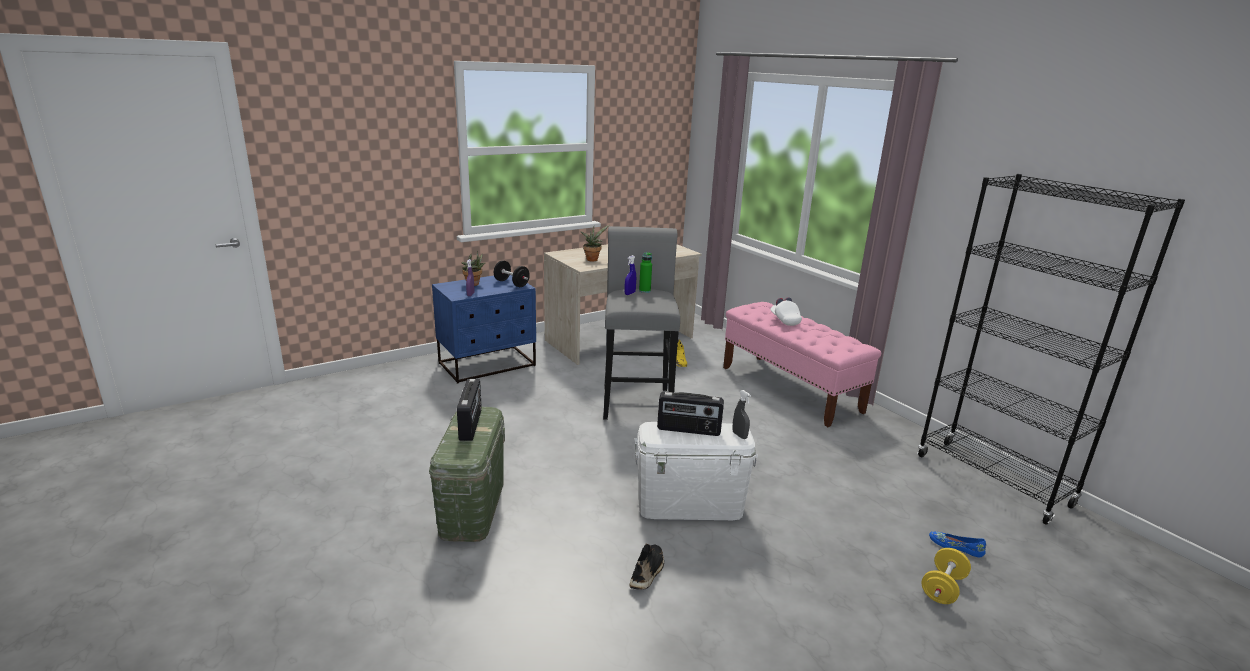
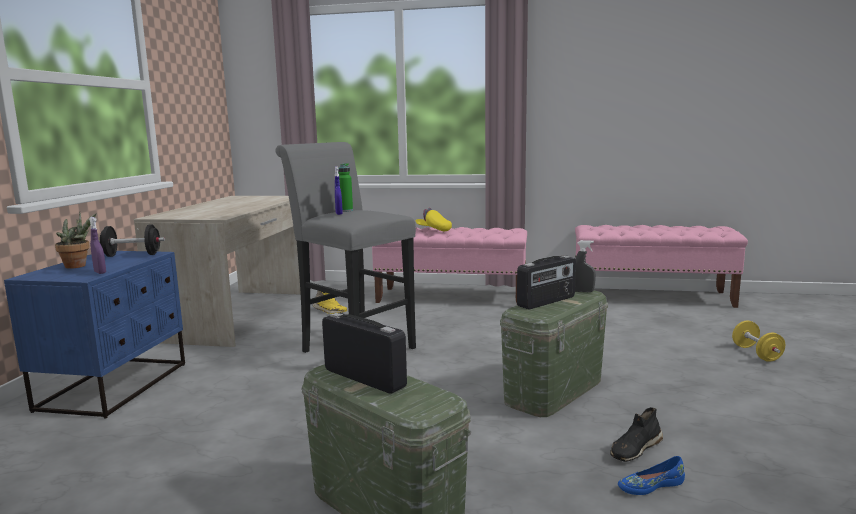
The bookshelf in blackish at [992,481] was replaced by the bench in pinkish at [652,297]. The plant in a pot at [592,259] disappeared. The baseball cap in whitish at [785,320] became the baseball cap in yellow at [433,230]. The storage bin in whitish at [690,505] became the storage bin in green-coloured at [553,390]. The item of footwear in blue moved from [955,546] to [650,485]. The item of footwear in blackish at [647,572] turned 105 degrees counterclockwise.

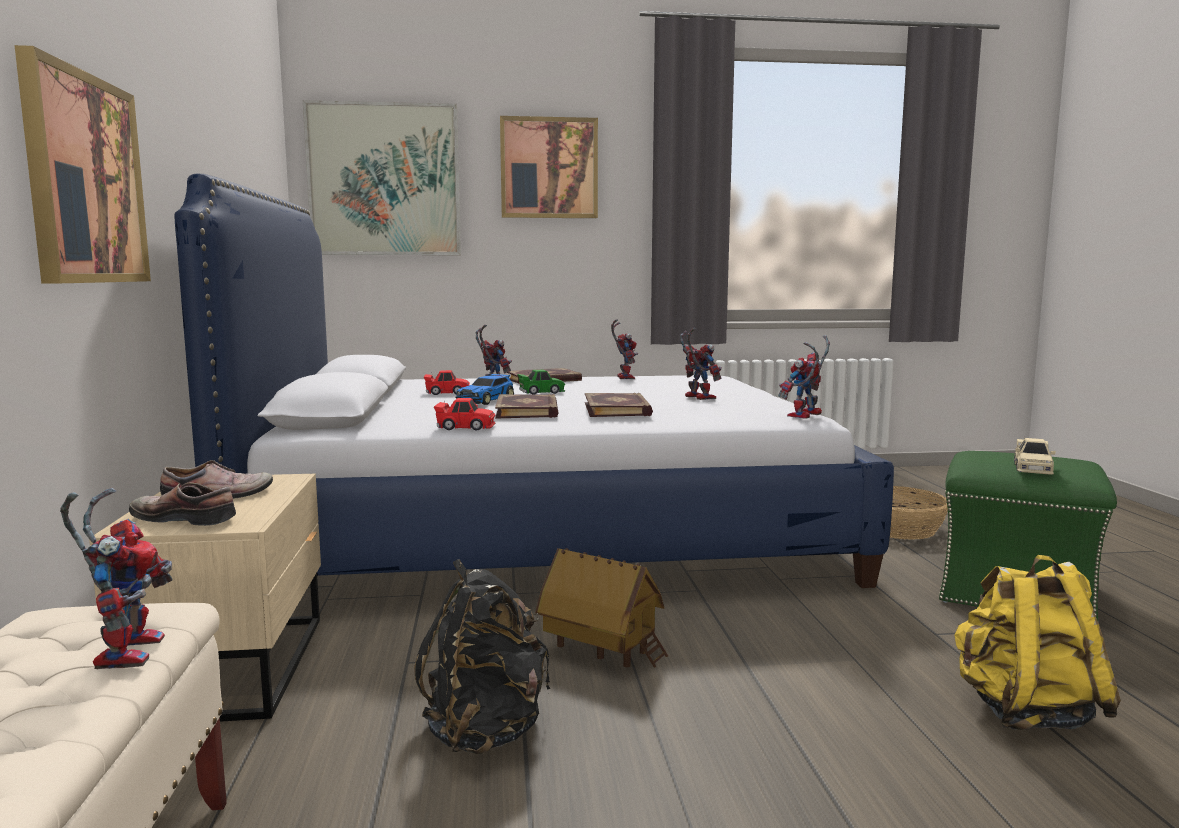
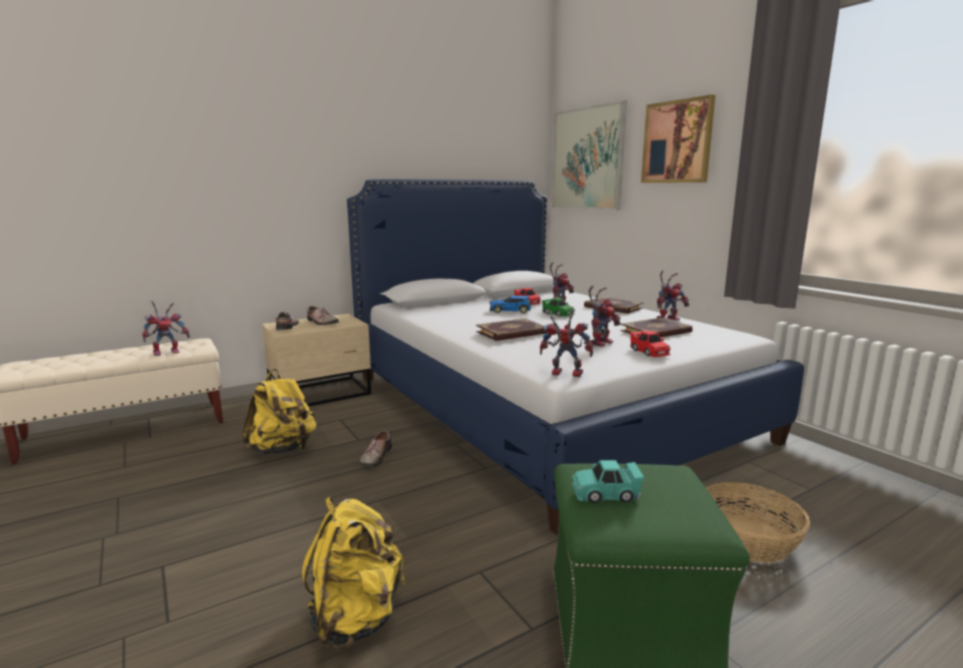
The picture at [84,180] disappeared. The book moved from [528,410] to [656,332]. The model car in red moved from [465,427] to [649,352]. The model car in sand-coloured at [1032,469] became the model car in turquoise at [605,493]. The model house at [601,651] was replaced by the item of footwear at [375,457]. The knapsack in blackish at [487,730] became the knapsack in yellow at [283,450].

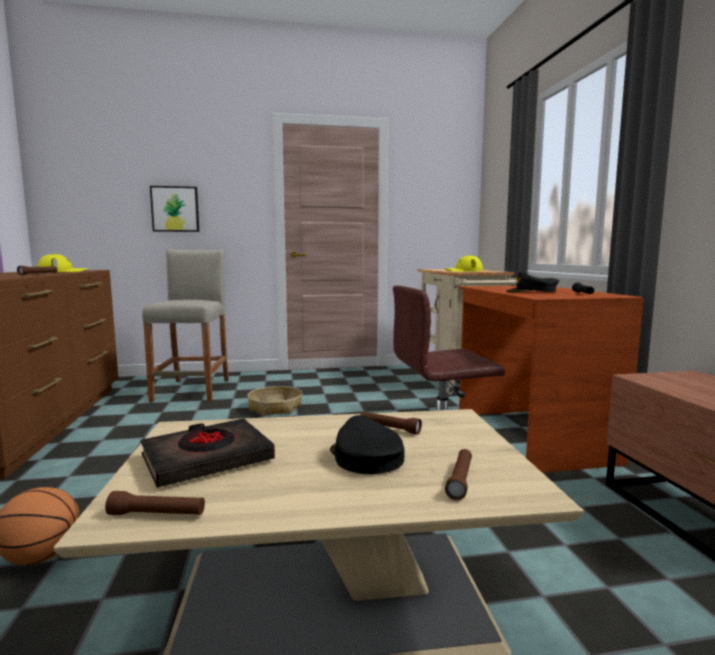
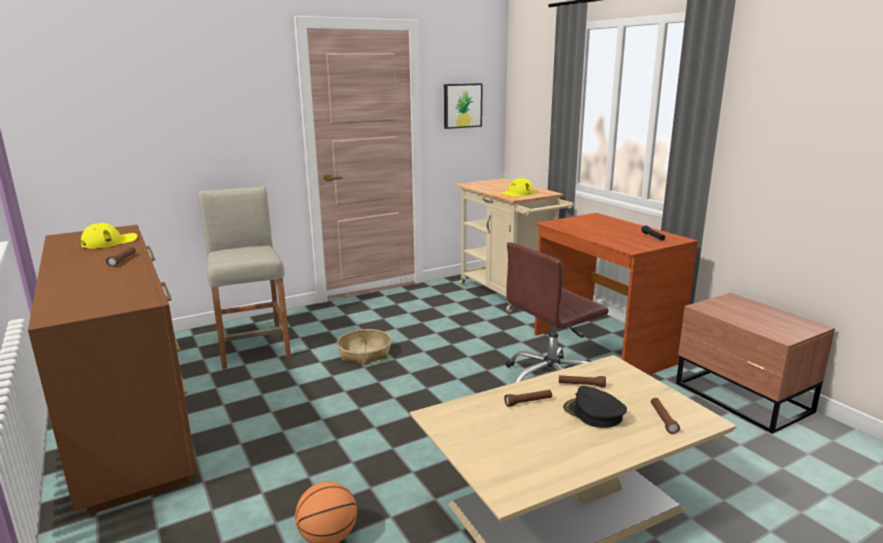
The picture moved from [175,209] to [462,105]. The baseball cap in blackish at [532,291] disappeared. The book in blackish at [207,459] disappeared. The torch in brownish moved from [157,515] to [528,402].

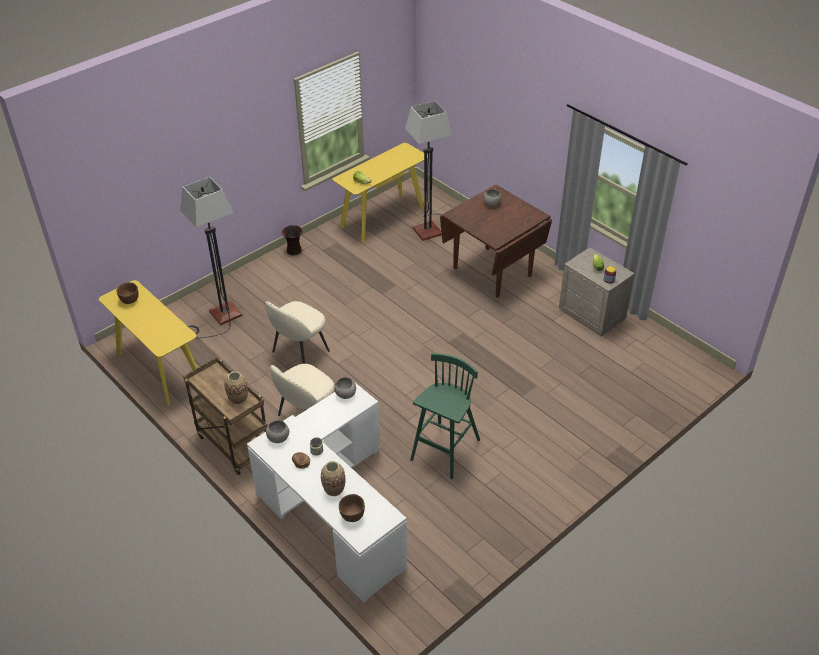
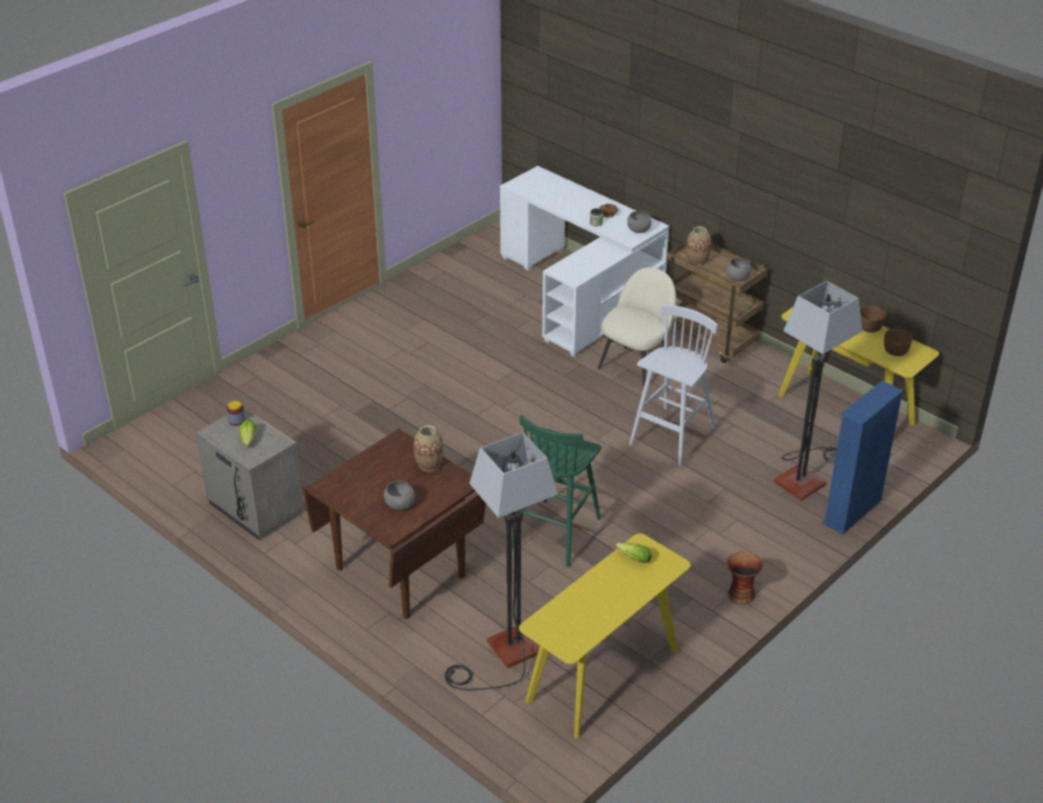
The upright chair in sand-coloured at [299,352] was replaced by the stool in whitish at [671,437]. The stool in green-coloured moved from [444,451] to [557,531]. The deep dish in grey moved from [345,394] to [737,278]. The vase moved from [334,489] to [429,464]. The deep dish in brownish moved from [352,515] to [870,328]. The bookshelf in blue at [852,511] appeared.

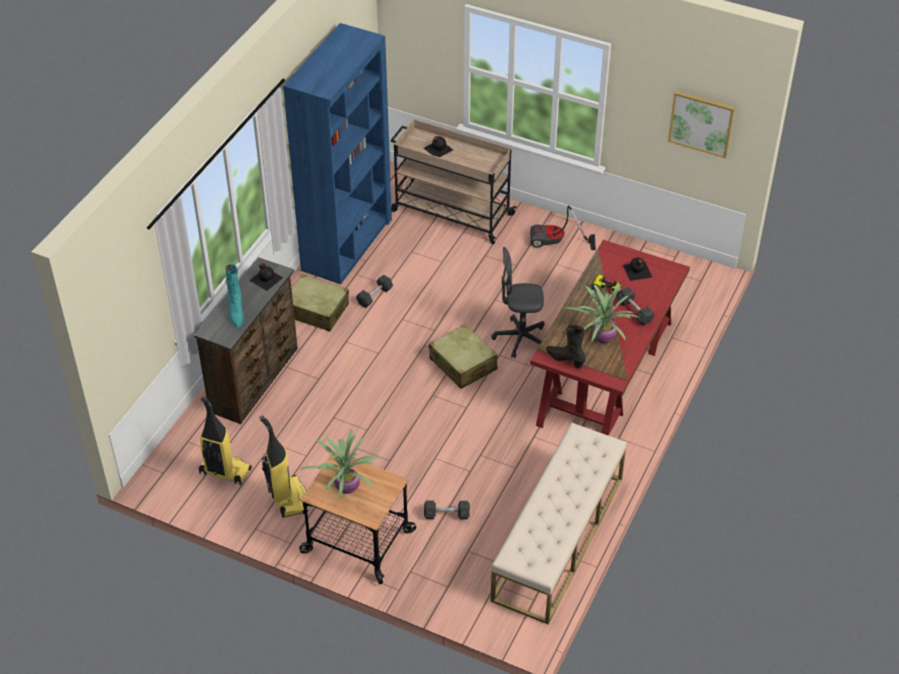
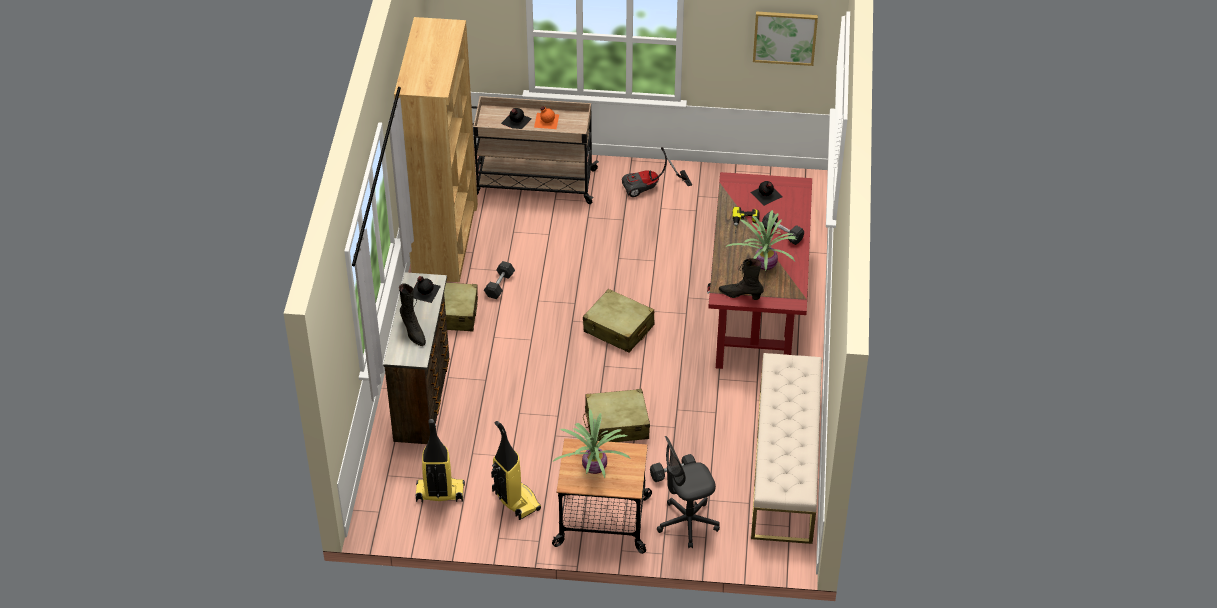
The bookshelf in blue at [347,244] became the bookshelf in brownish at [445,240]. The computer chair in grey moved from [520,339] to [687,523]. The tall boot in turquoise at [236,312] became the tall boot in blackish at [413,332]. The bottle in orange-coloured at [546,120] appeared. The travel case in sand-coloured at [616,424] appeared.

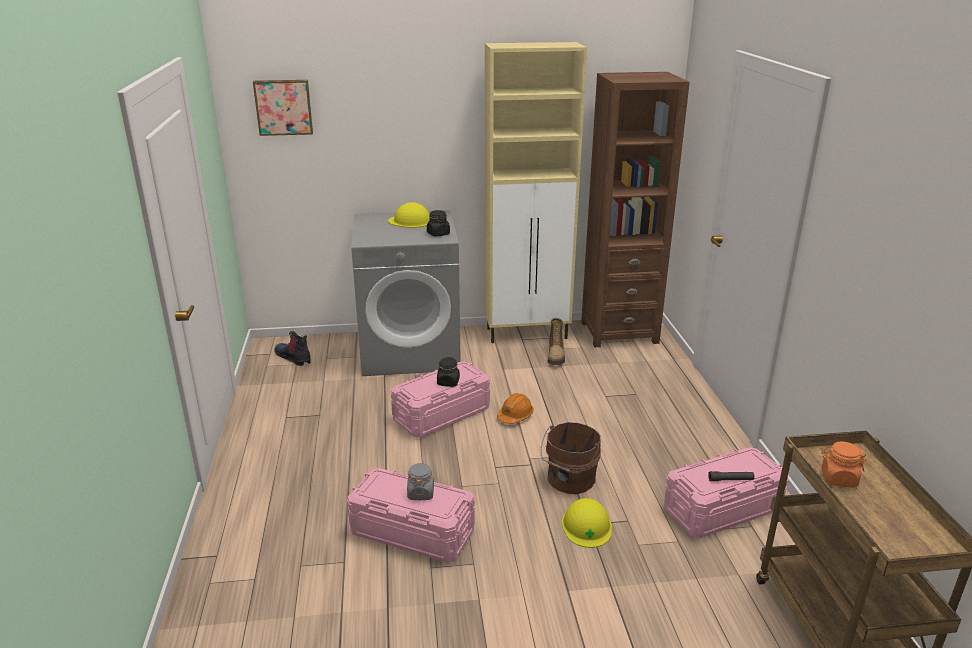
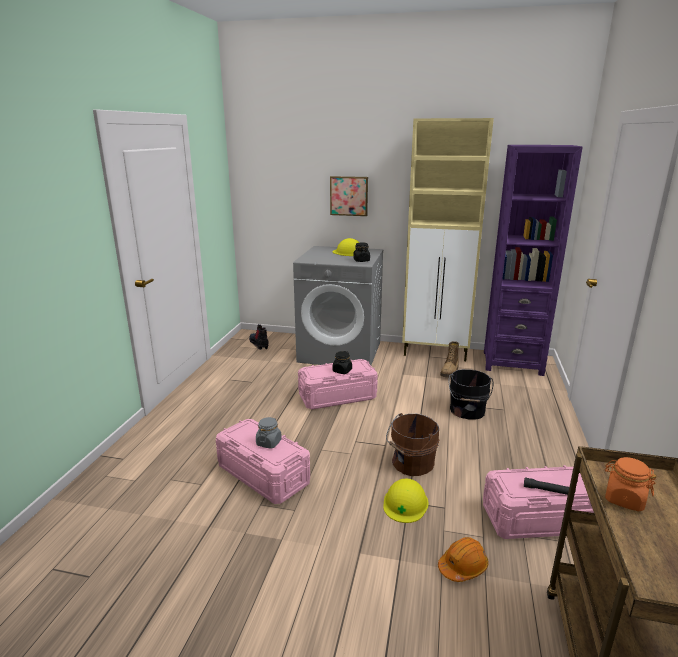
The bookshelf in brownish at [619,332] became the bookshelf in purplish at [512,363]. The picture moved from [283,107] to [349,196]. The work helmet in orange-coloured moved from [515,416] to [463,567]. The pail in blackish at [467,411] appeared.

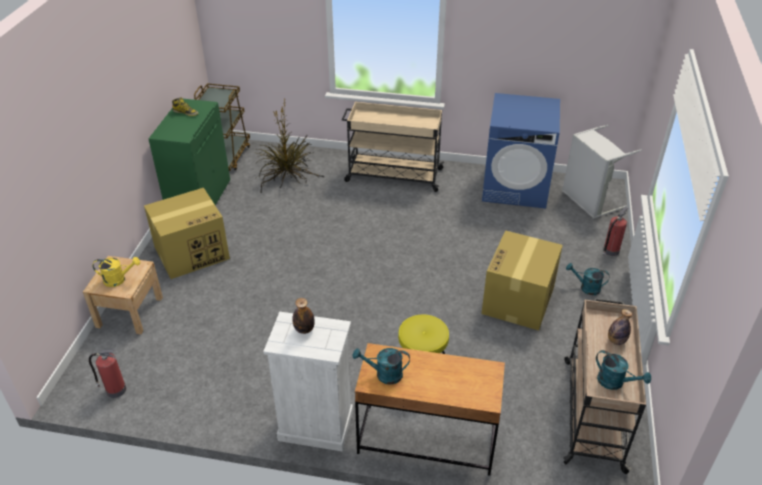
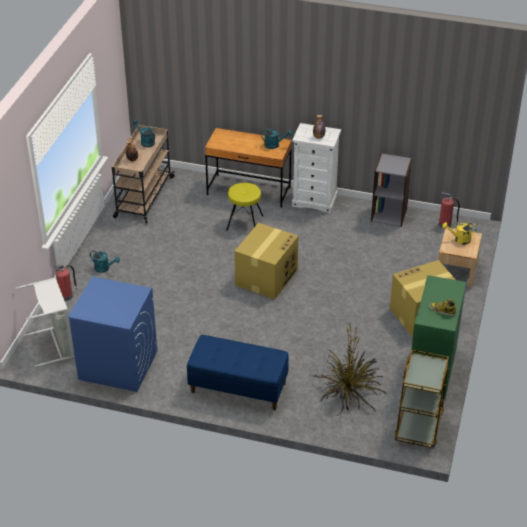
The wheeled cart in sand-coloured at [392,175] was replaced by the bench in blue at [237,388]. The packing box moved from [518,301] to [266,277]. The bookshelf in grey at [389,215] appeared.

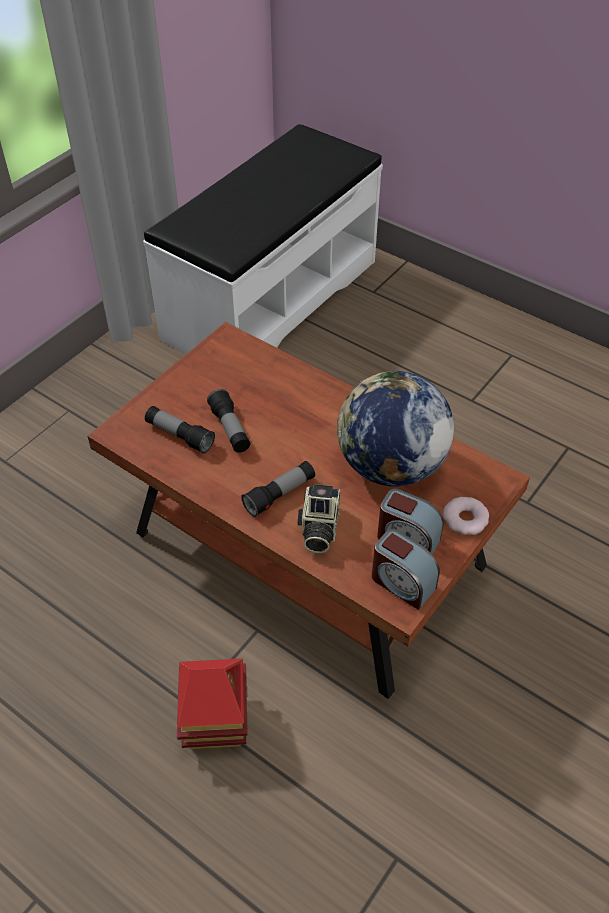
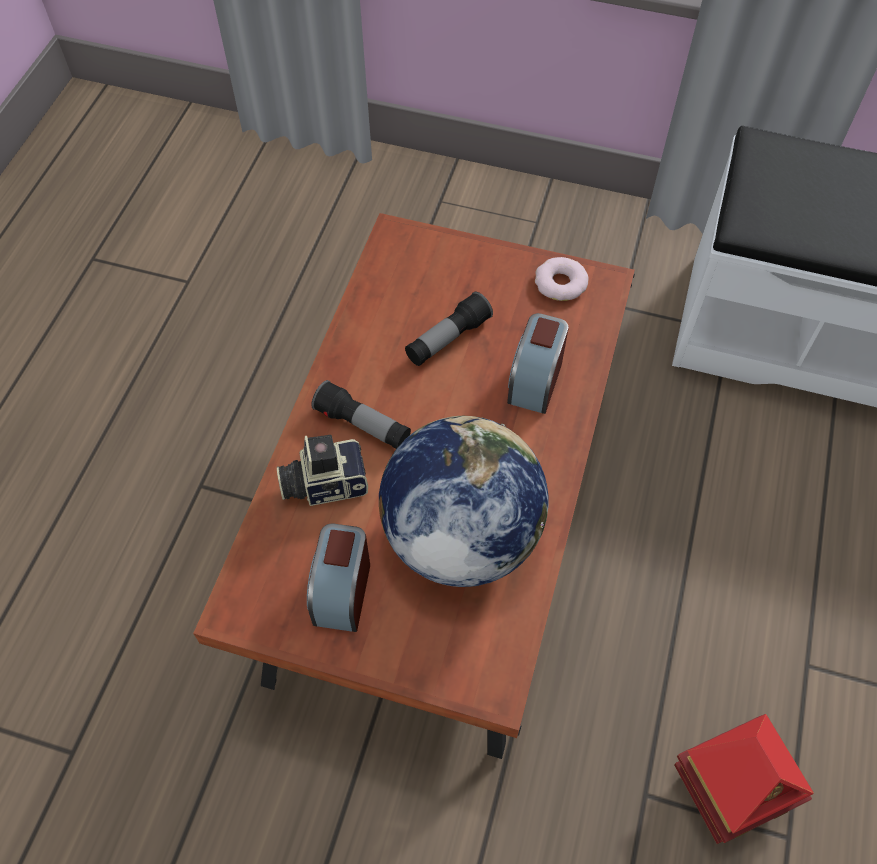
The torch at [179,436] disappeared. The doughnut moved from [465,519] to [560,283]. The bedside clock moved from [402,583] to [535,380]. The model house moved from [215,722] to [727,790].

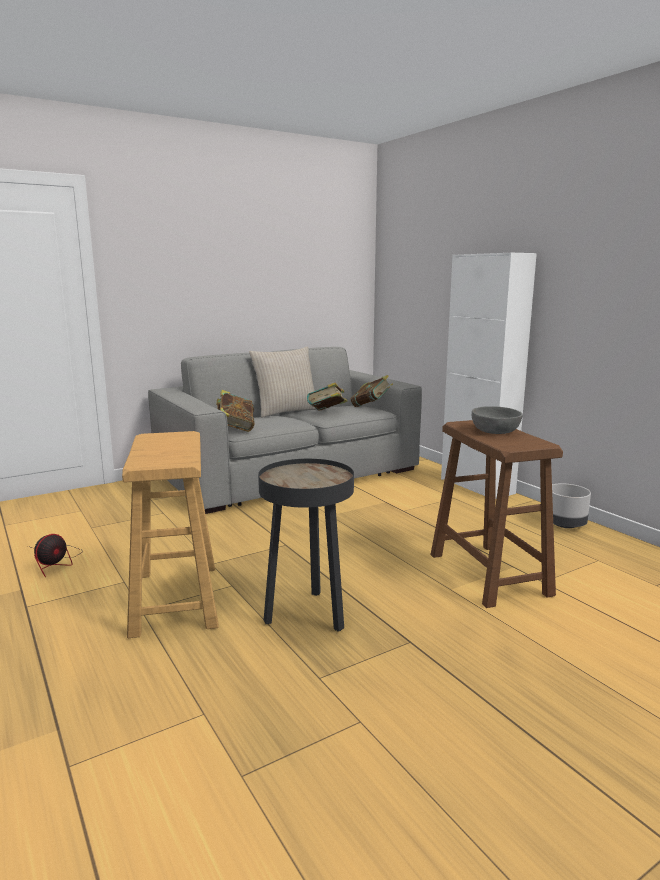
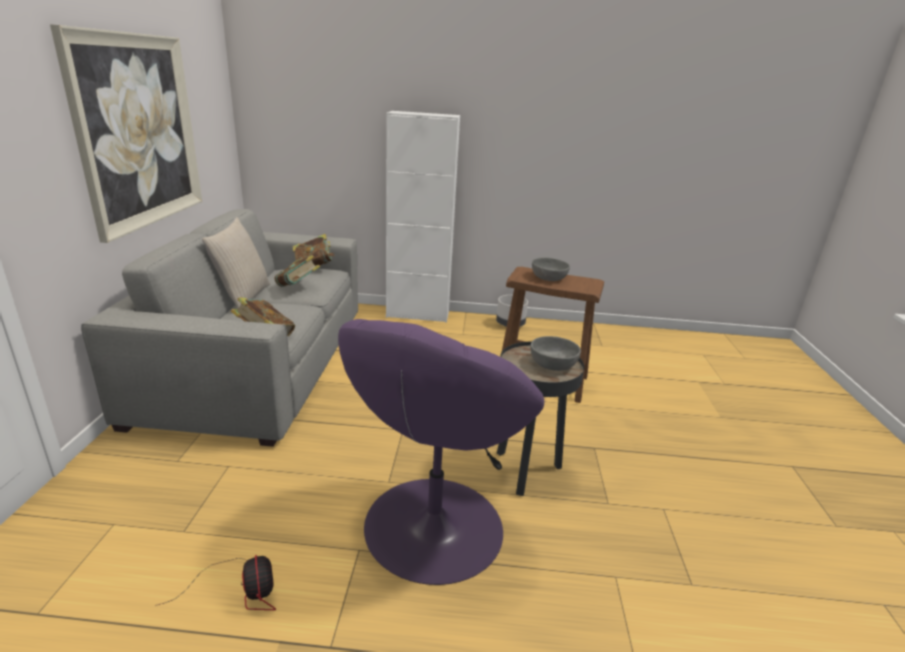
The stool in sand-coloured at [176,599] was replaced by the easy chair in purplish at [431,528]. The picture at [138,131] appeared. The deep dish in grey at [553,364] appeared.

